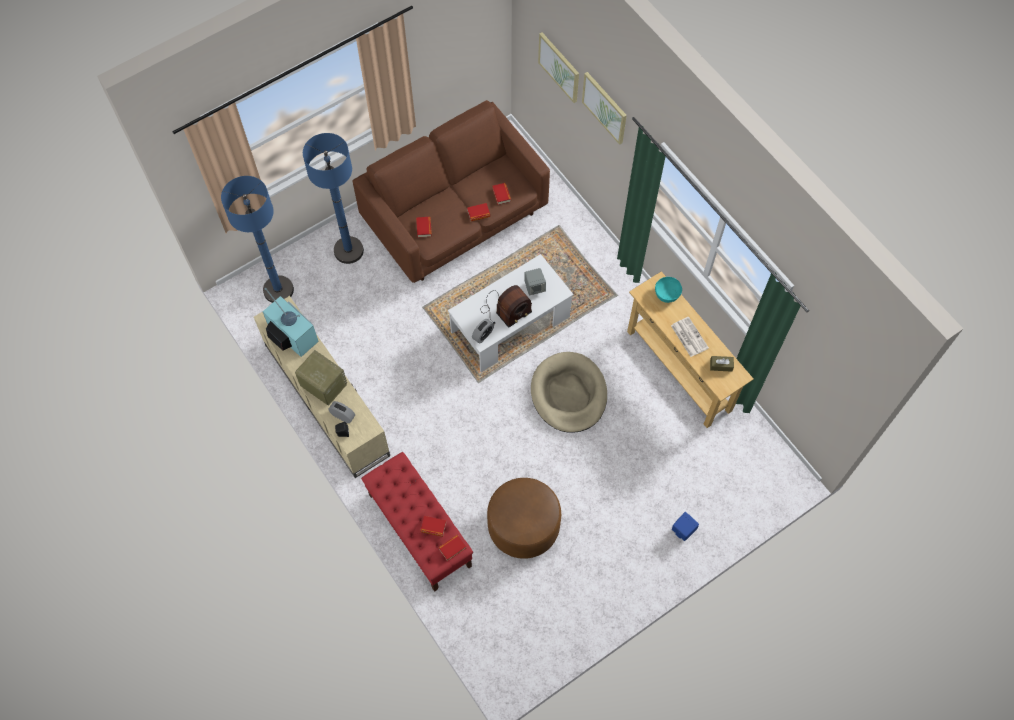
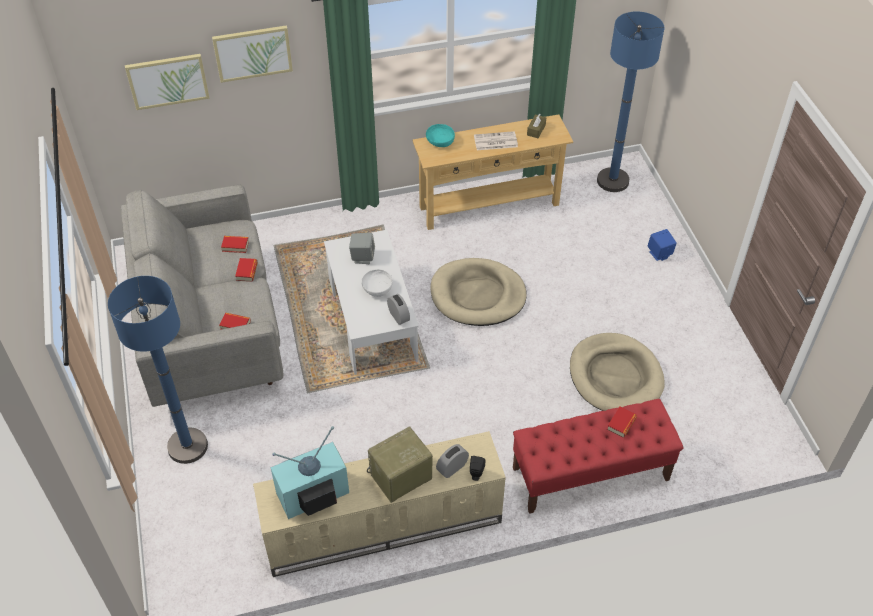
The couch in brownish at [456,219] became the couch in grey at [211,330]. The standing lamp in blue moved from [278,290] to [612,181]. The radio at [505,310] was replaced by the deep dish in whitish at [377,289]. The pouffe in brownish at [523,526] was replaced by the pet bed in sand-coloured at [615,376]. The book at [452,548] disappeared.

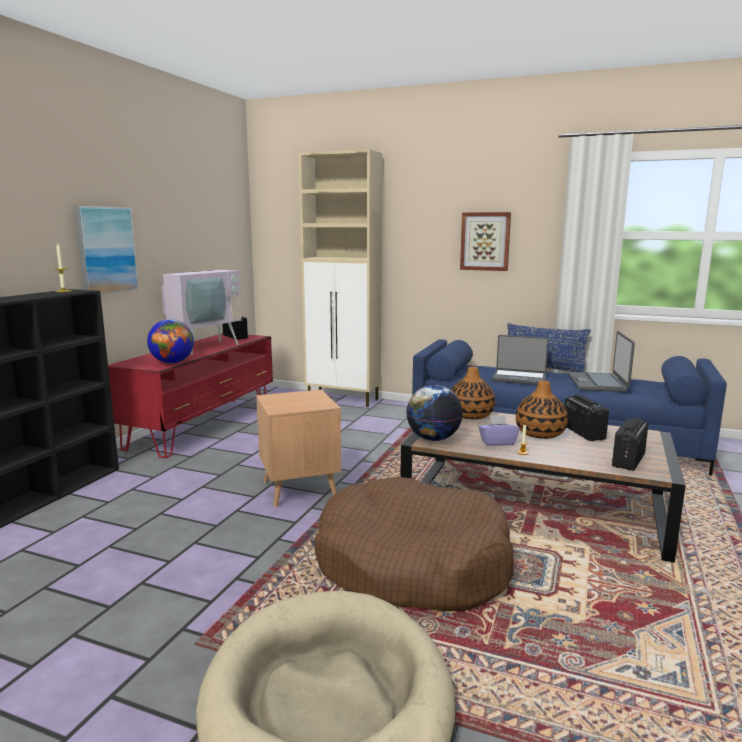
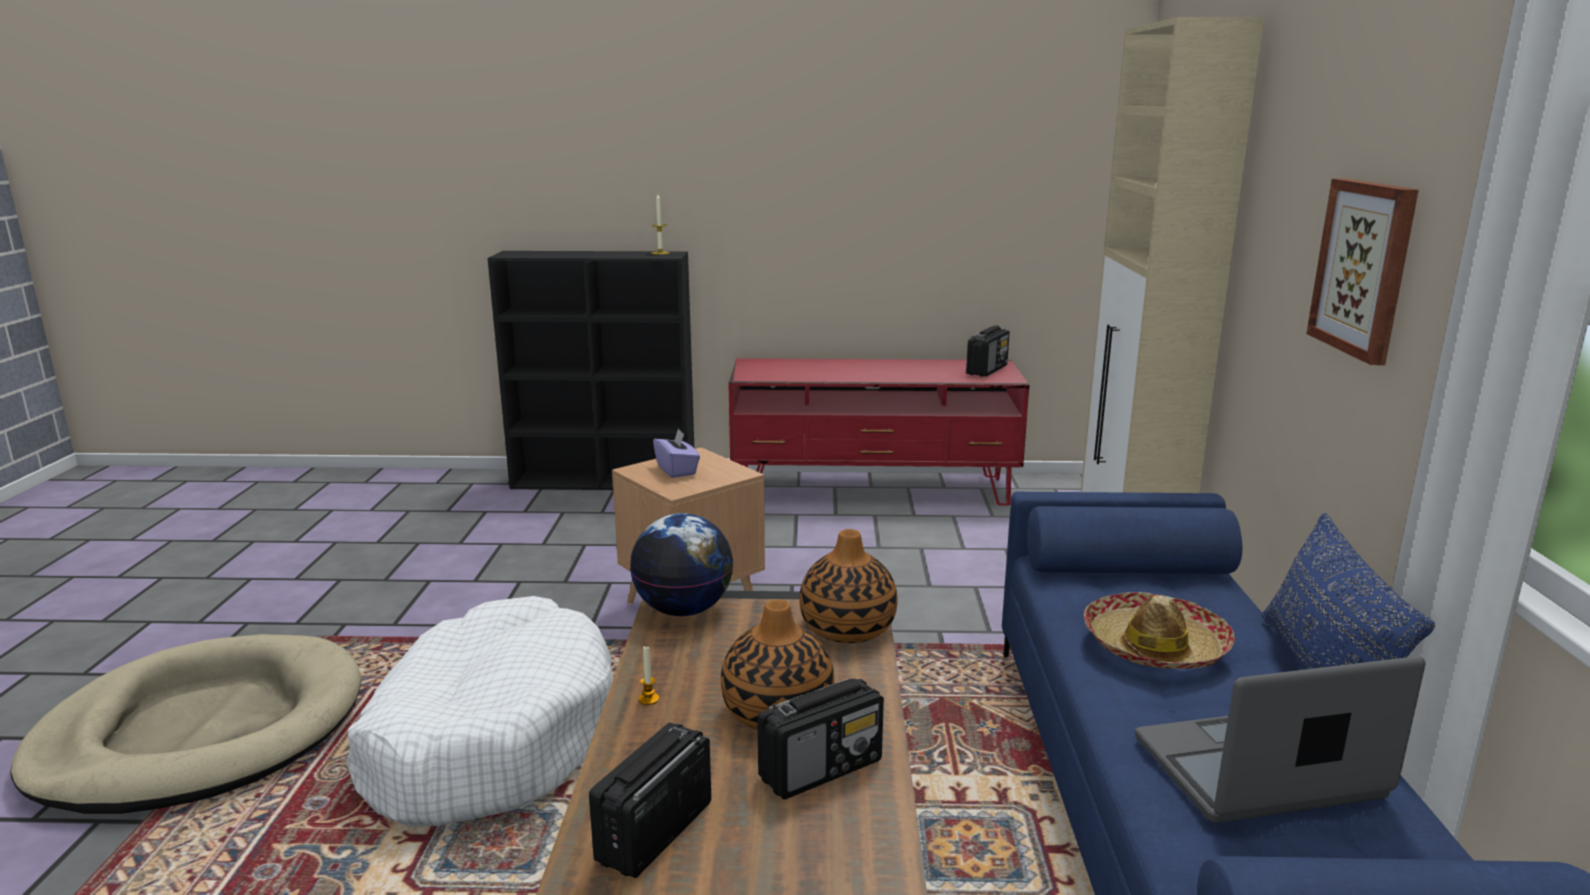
The picture at [106,250] disappeared. The television at [203,347] disappeared. The desk globe at [172,362] disappeared. The portable computer at [519,378] was replaced by the clothing hat at [1154,646]. The tissue holder in purplish moved from [497,442] to [677,470]. The radio at [628,460] turned 75 degrees counterclockwise. The pet bed in brownish at [412,564] became the pet bed in whitish at [490,738].

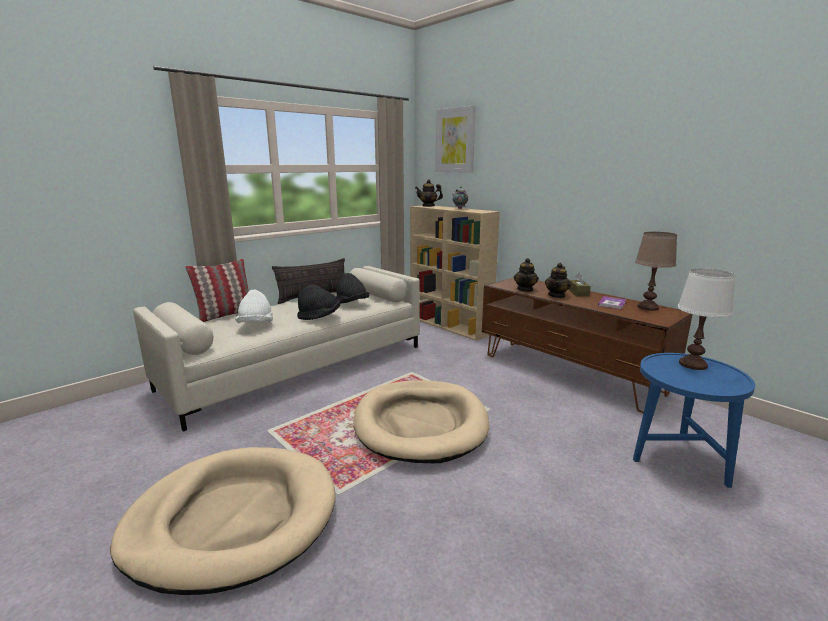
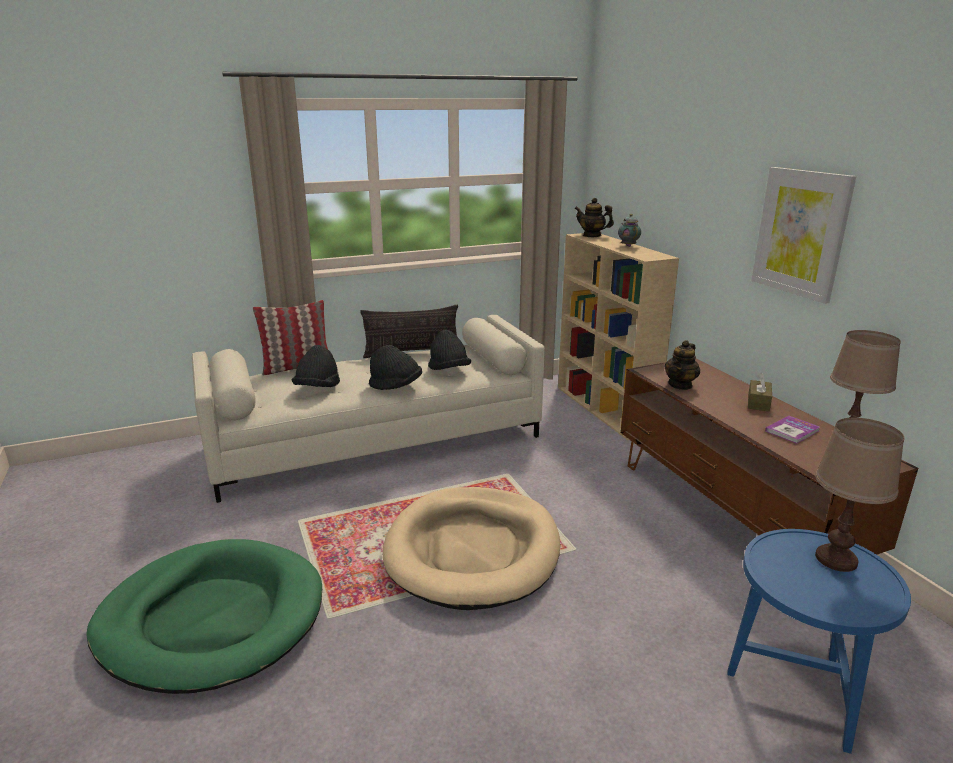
The picture moved from [455,140] to [801,233]. The pot for tea at [556,295] disappeared. The table lamp in whitish at [692,364] became the table lamp in brownish at [835,559]. The clothing hat in whitish at [256,325] became the clothing hat in blackish at [317,388]. The pet bed in sand-coloured at [233,520] became the pet bed in green-coloured at [212,619].

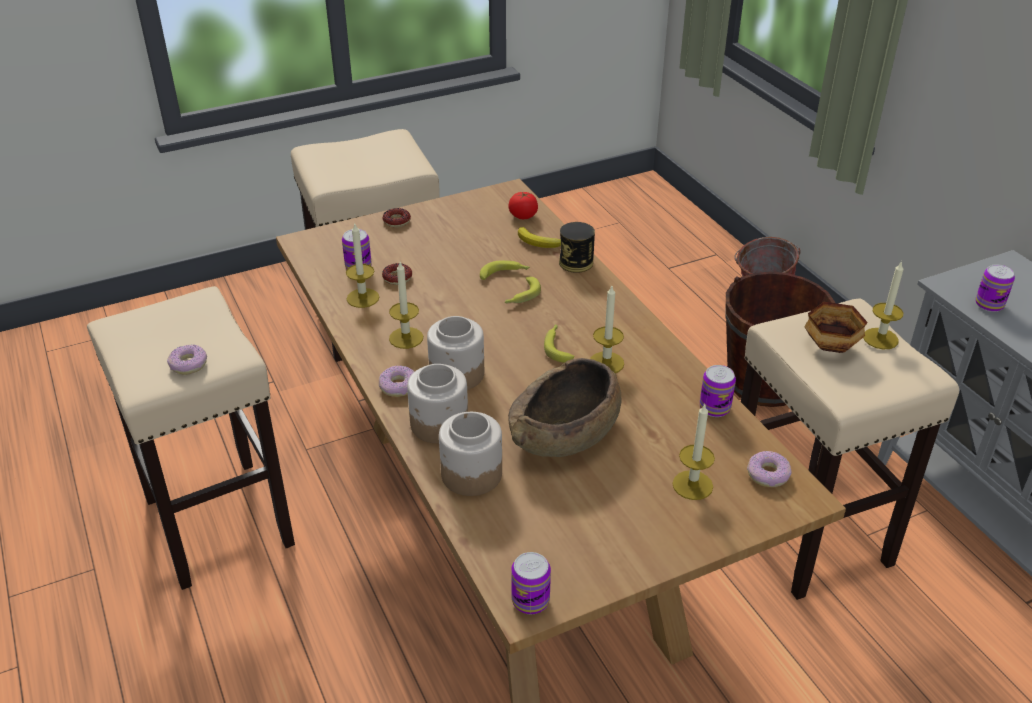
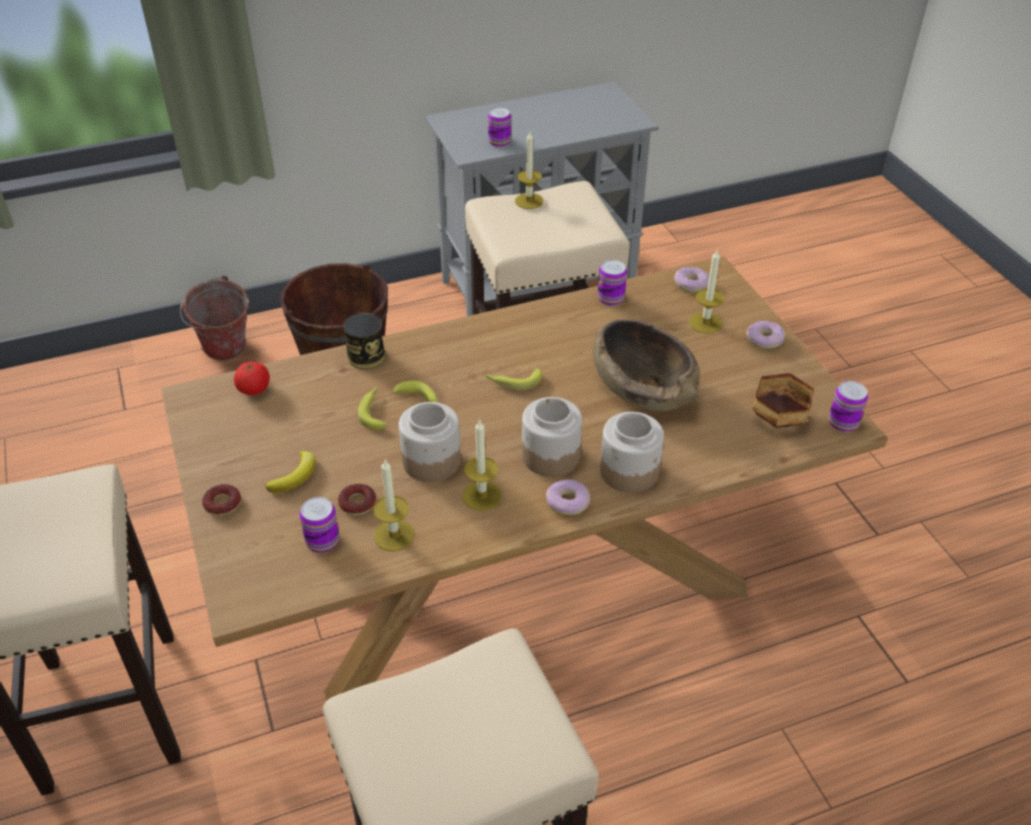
The banana moved from [539,242] to [295,475]. The wax light at [606,363] disappeared. The deep dish moved from [829,346] to [779,420]. The doughnut moved from [188,364] to [764,339]. The storage jar moved from [471,474] to [430,461].

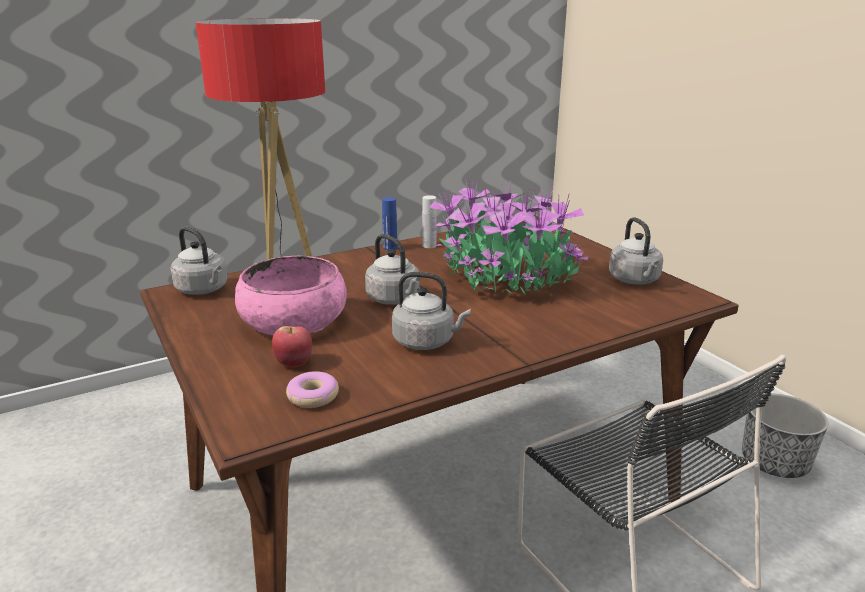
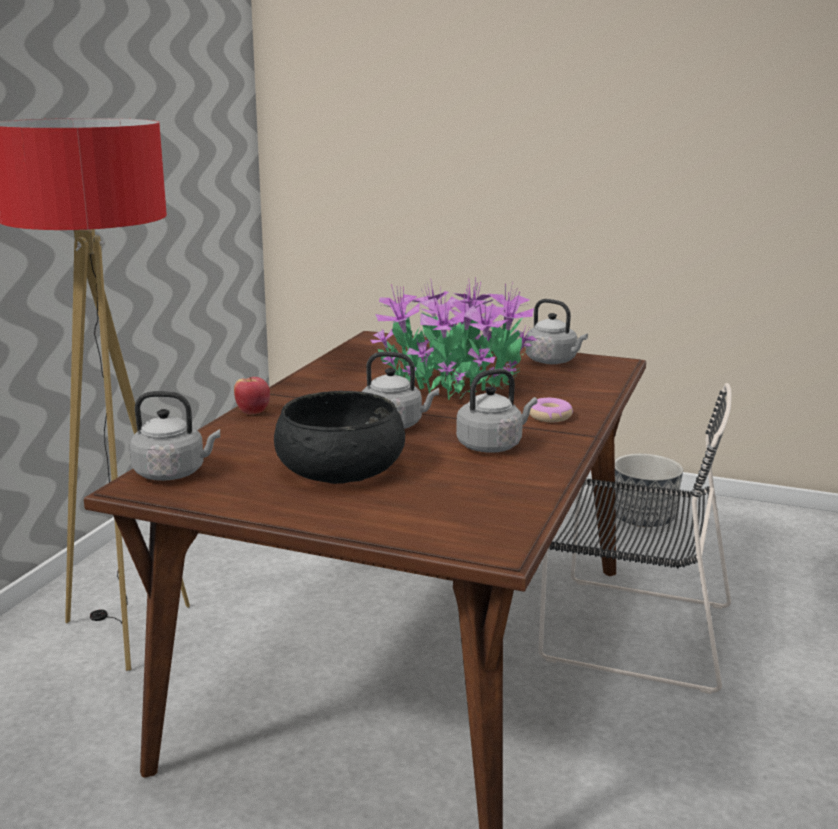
The bottle in whitish at [429,245] disappeared. The bottle in blue at [390,248] disappeared. The deep dish in pinkish at [294,321] became the deep dish in blackish at [340,467]. The apple fruit moved from [294,363] to [253,412]. The doughnut moved from [313,396] to [550,417].

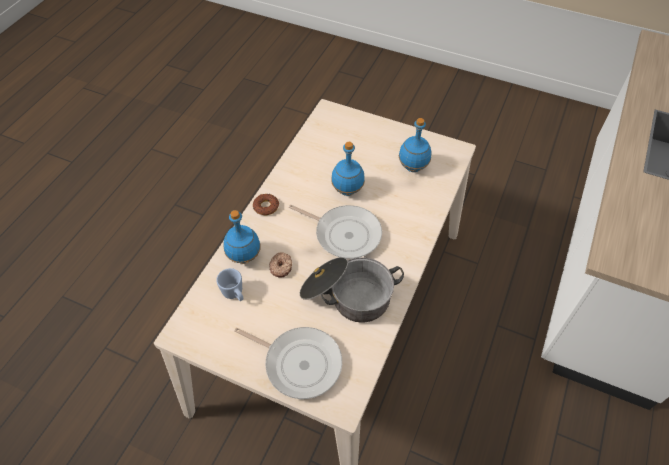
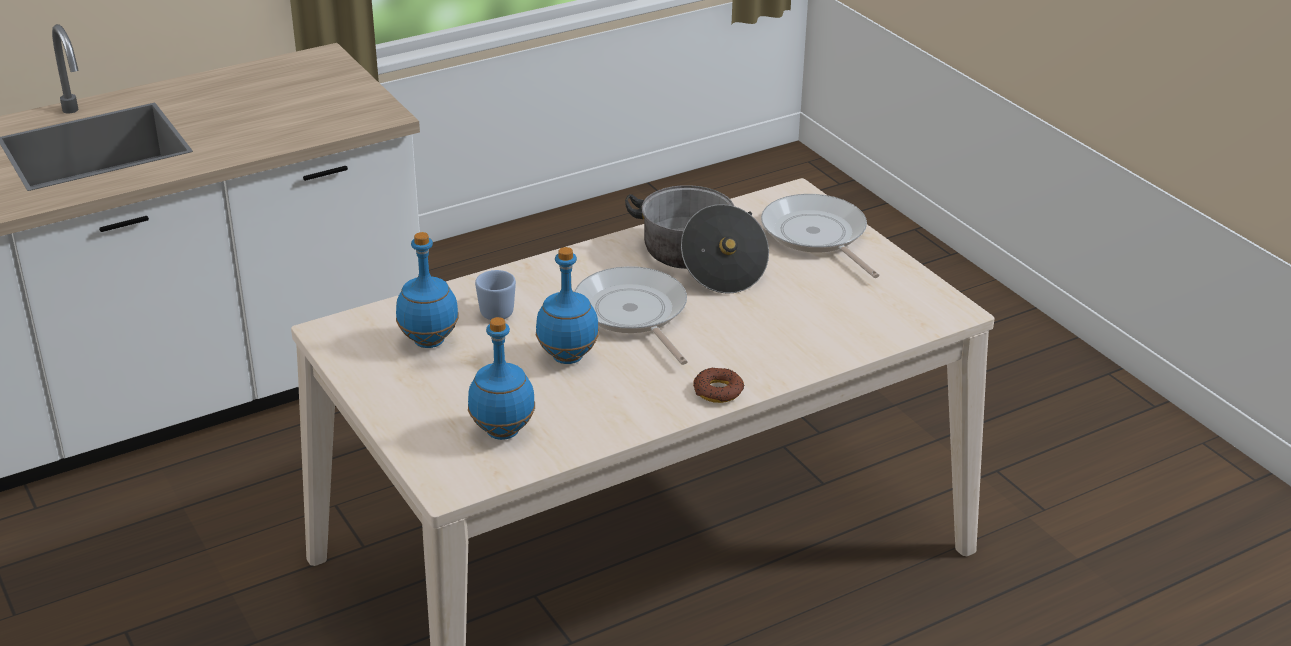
The bottle in blue moved from [244,256] to [503,432]. The doughnut at [281,267] disappeared. The mug in blue moved from [234,294] to [497,310].

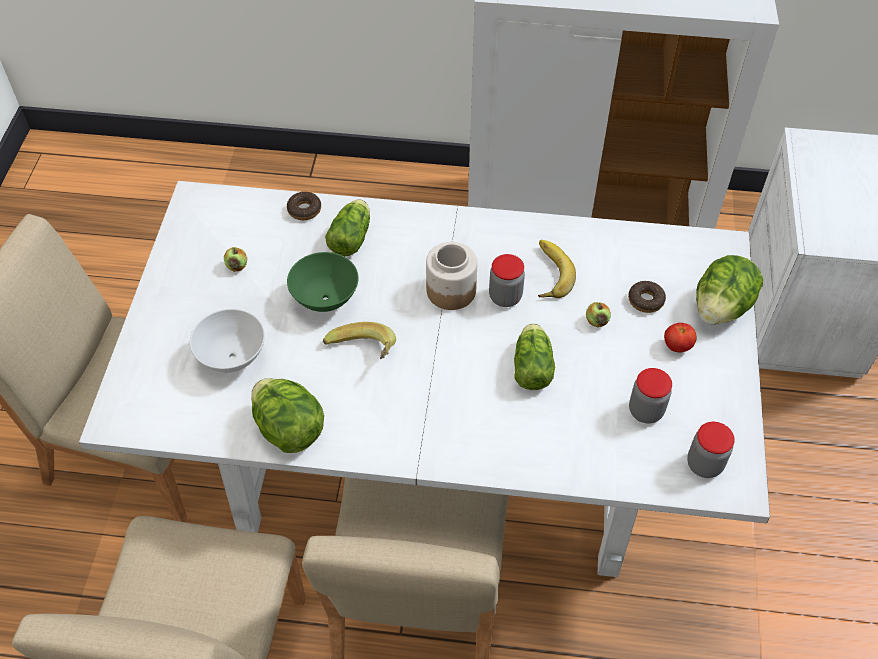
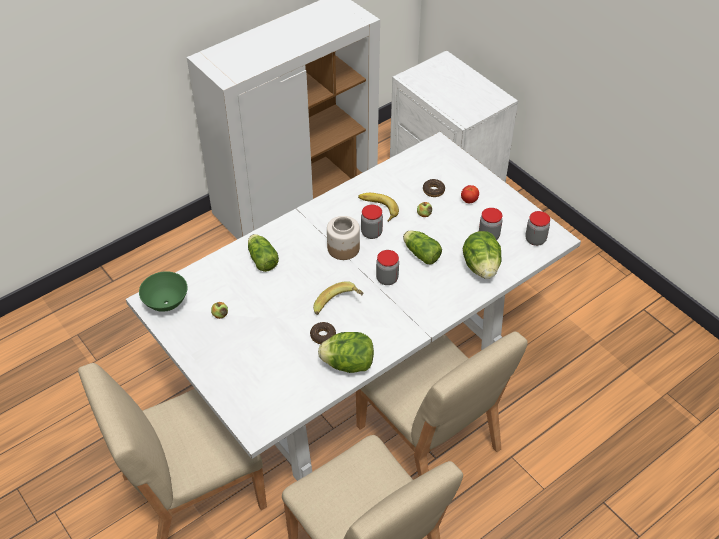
The doughnut moved from [304,210] to [323,336]. The deep dish in green-coloured moved from [326,299] to [167,303]. The lettuce head moved from [721,308] to [481,267]. The deep dish in whitish at [233,358] disappeared. The storage jar at [387,279] appeared.

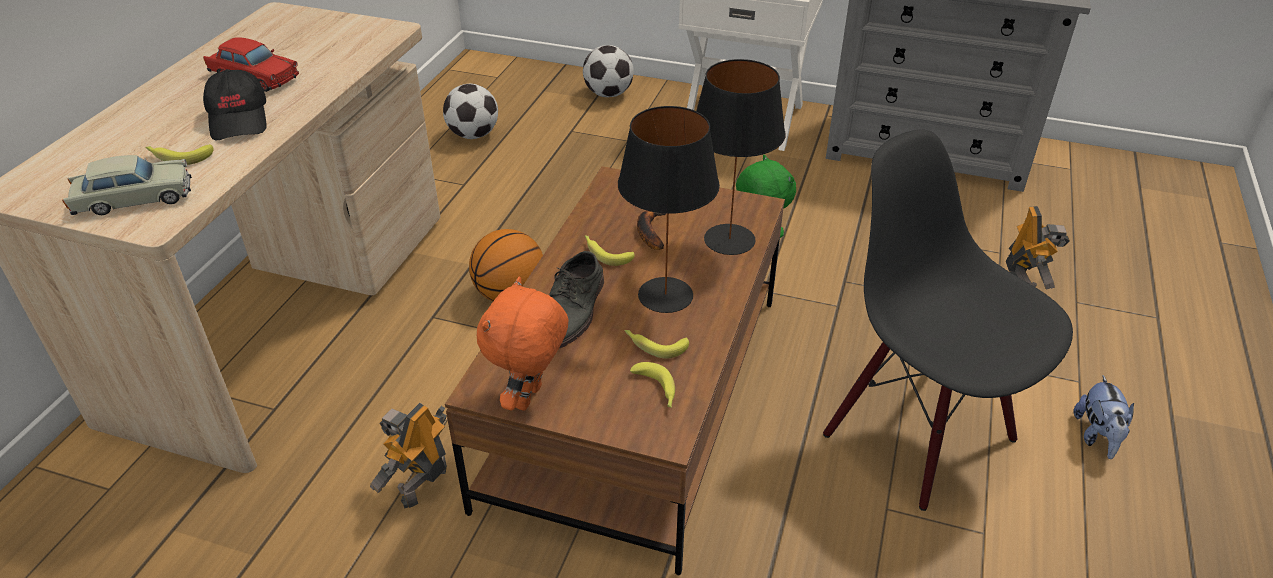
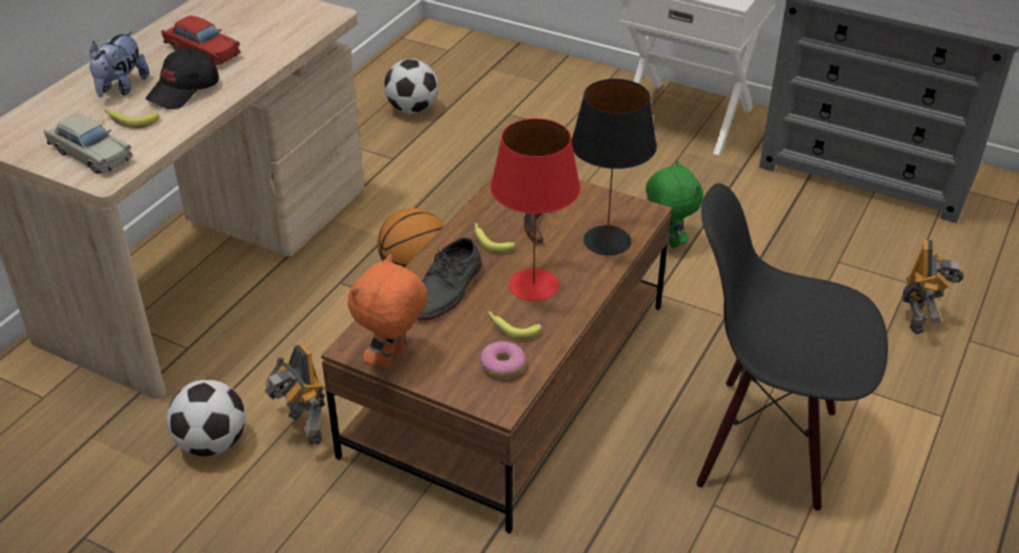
The ball for football moved from [608,94] to [213,443]. The baseball cap in blackish at [240,119] turned 45 degrees clockwise. The table lamp in blackish at [666,296] became the table lamp in red at [534,285]. The upright chair in blackish at [920,435] turned 45 degrees counterclockwise. The model car in sand-coloured at [134,198] turned 45 degrees clockwise. The banana at [656,390] was replaced by the doughnut at [502,366]. The cuddly toy moved from [1097,436] to [121,87]. The robot figure at [422,484] turned 75 degrees counterclockwise.

